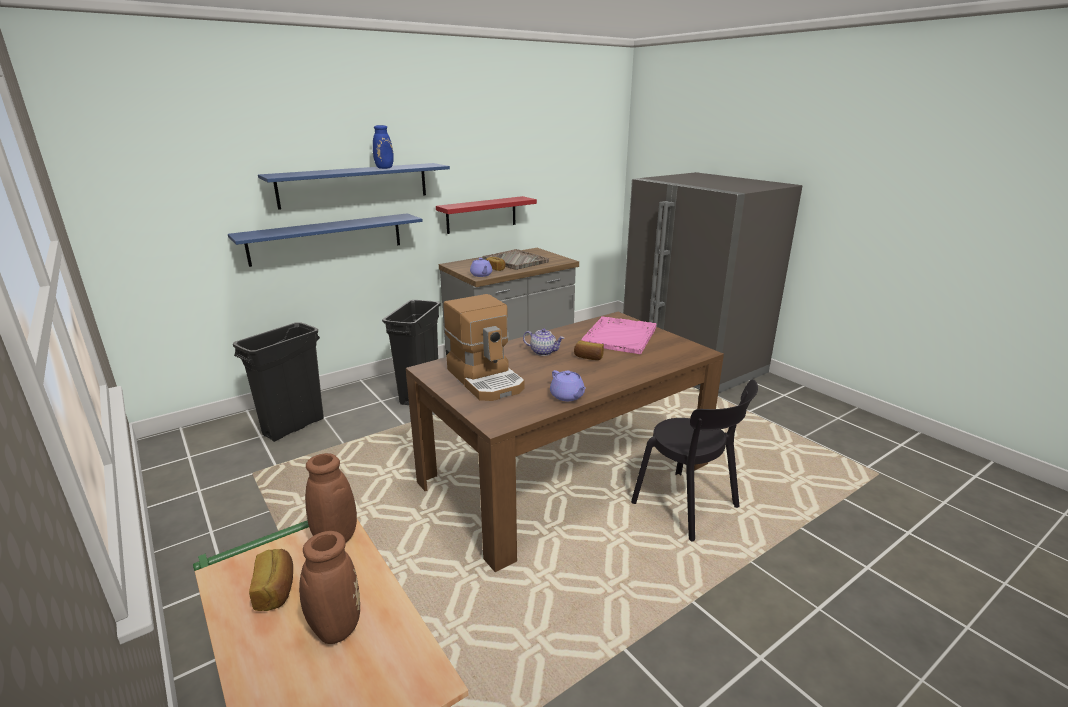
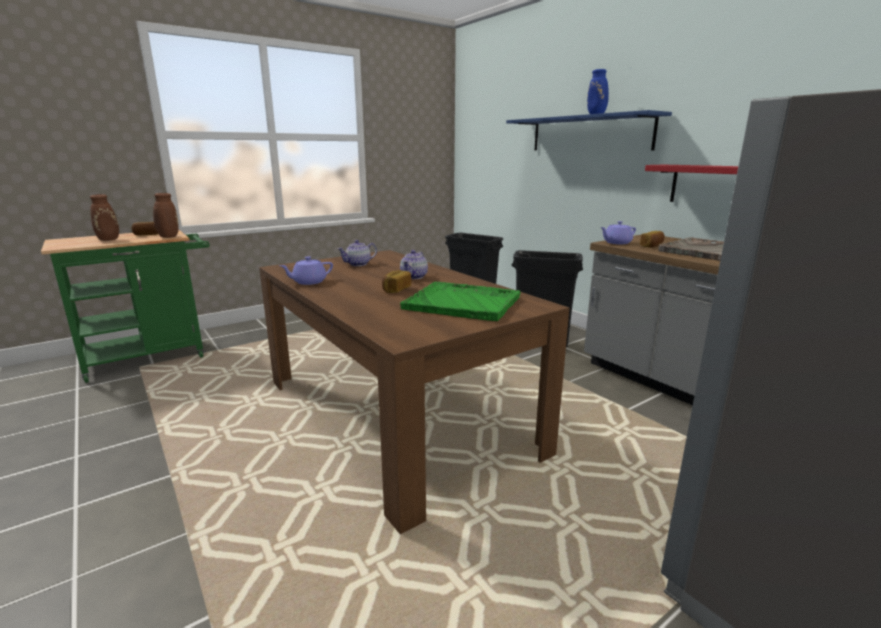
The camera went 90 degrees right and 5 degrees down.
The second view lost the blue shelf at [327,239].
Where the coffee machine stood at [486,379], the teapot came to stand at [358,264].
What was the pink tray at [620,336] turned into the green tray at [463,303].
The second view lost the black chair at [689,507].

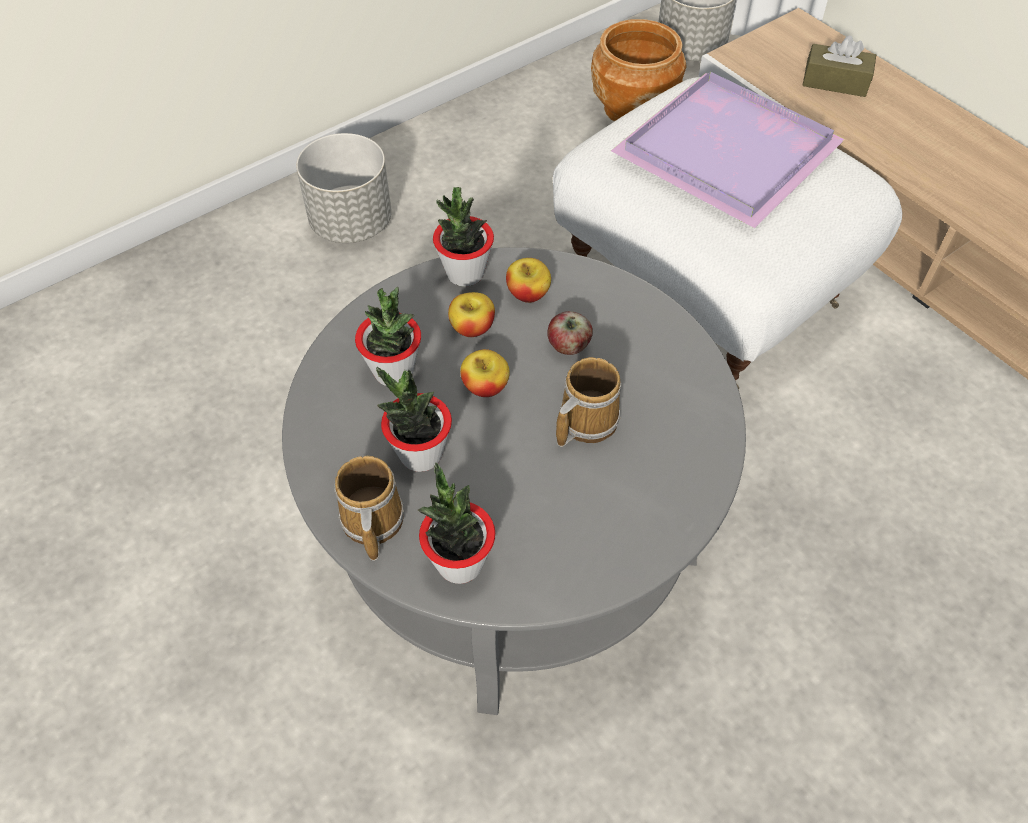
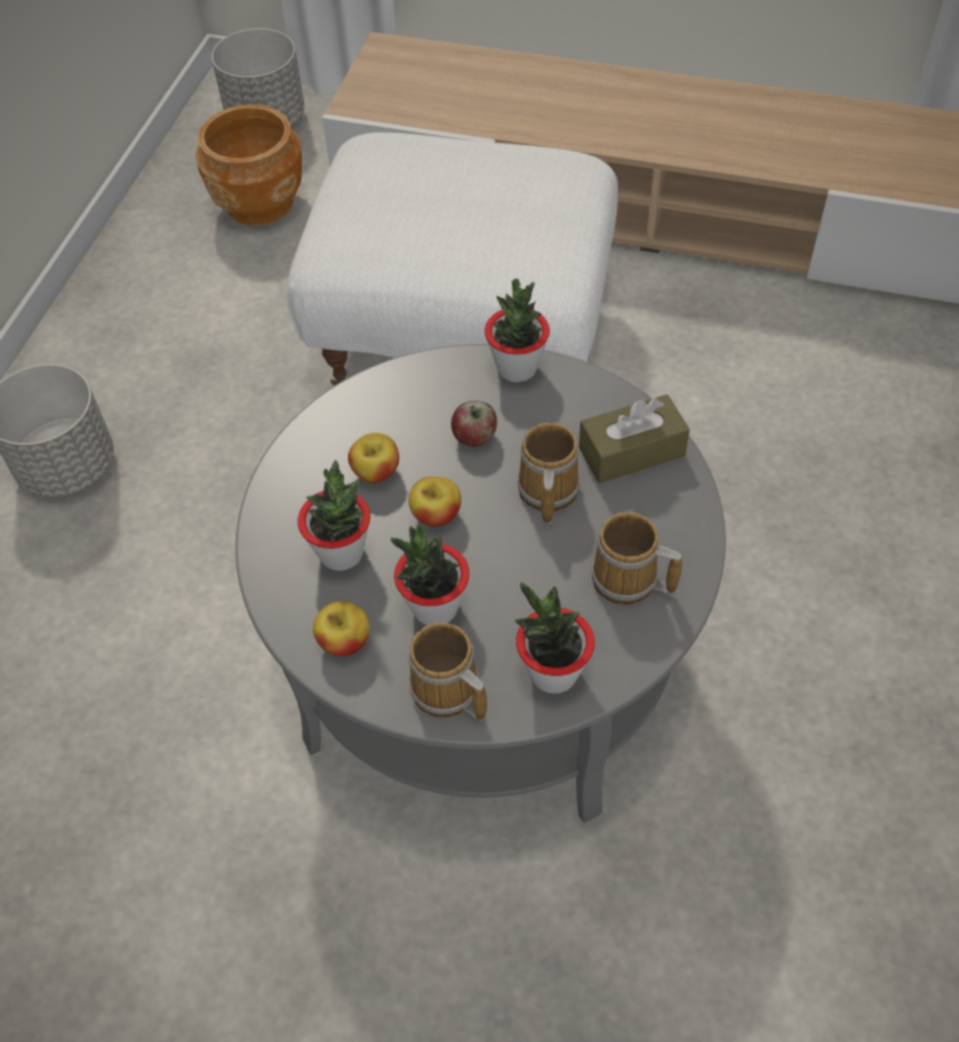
The camera went 35 degrees left and 0 degrees up.
The potted plant ended up elsewhere, having gone from [465,274] to [517,368].
The apple ended up elsewhere, having gone from [528,293] to [344,642].
The second view lost the purple tray at [731,151].
The brown tissue box ended up elsewhere, having gone from [835,82] to [631,451].
The second view gained the mug at [628,581].

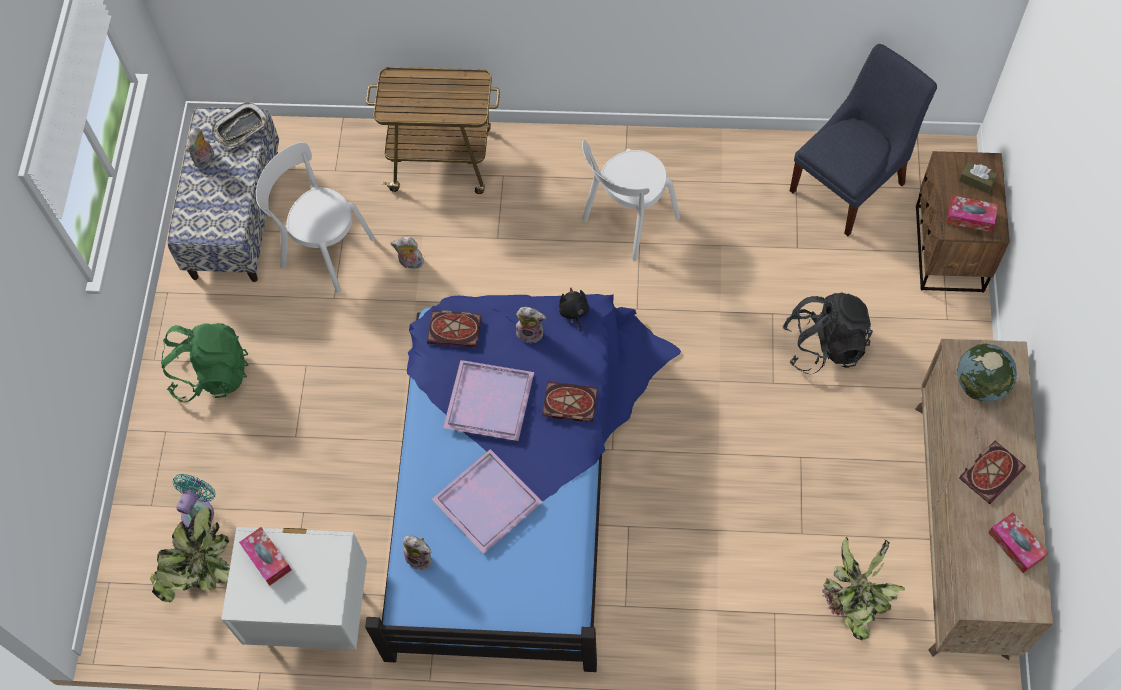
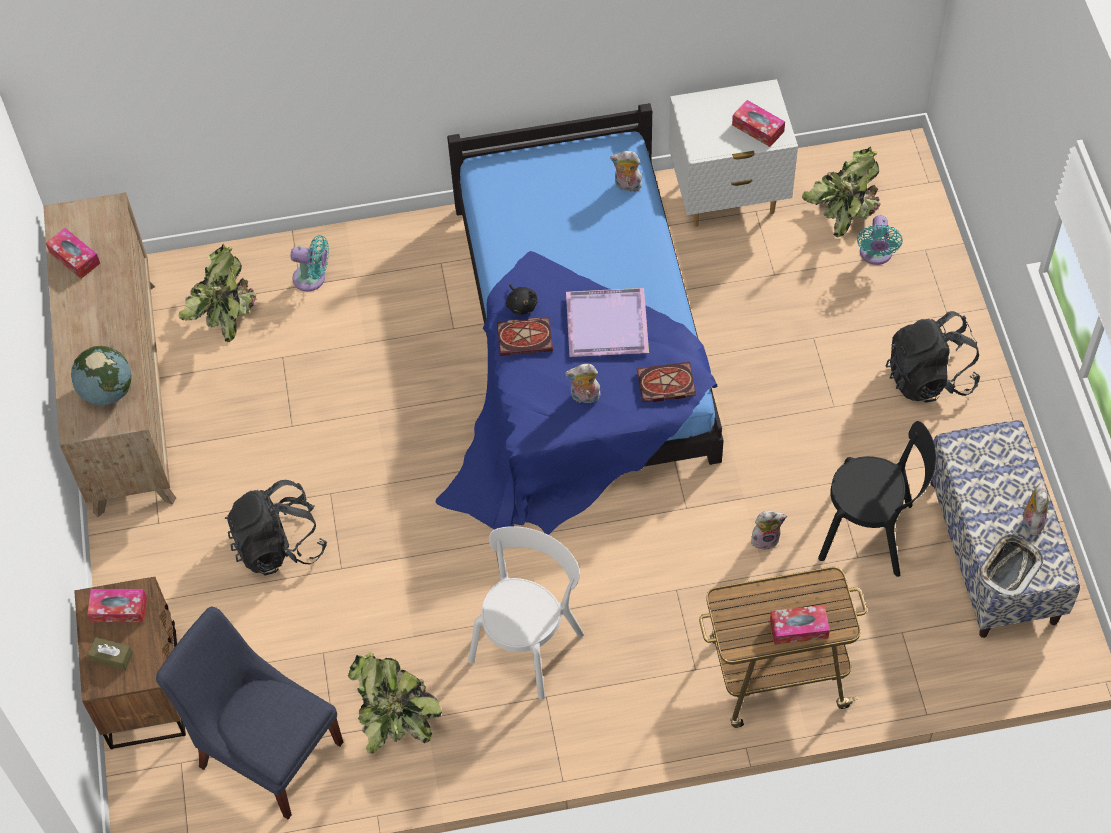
The camera went 165 degrees right and 5 degrees down.
What was the green backpack at [211,374] turned into the black backpack at [929,377].
What was the white chair at [324,250] turned into the black chair at [871,533].
The second view lost the purple tray at [487,499].
The black plush toy ended up elsewhere, having gone from [574,312] to [521,305].
The blue chair at [851,184] ended up facing another way, 90 degrees clockwise from before.
The second view lost the book at [991,471].
The second view gained the turquoise fan at [312,278].
The second view gained the potted plant at [394,716].
The second view gained the tissue box at [799,628].

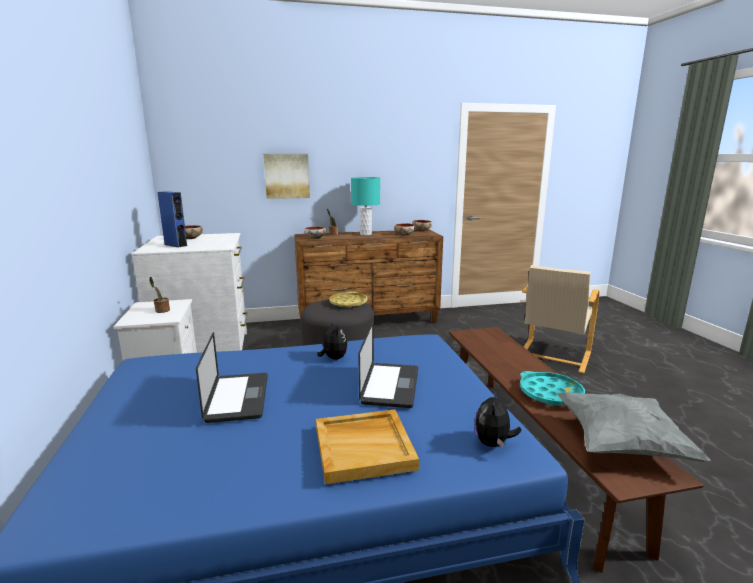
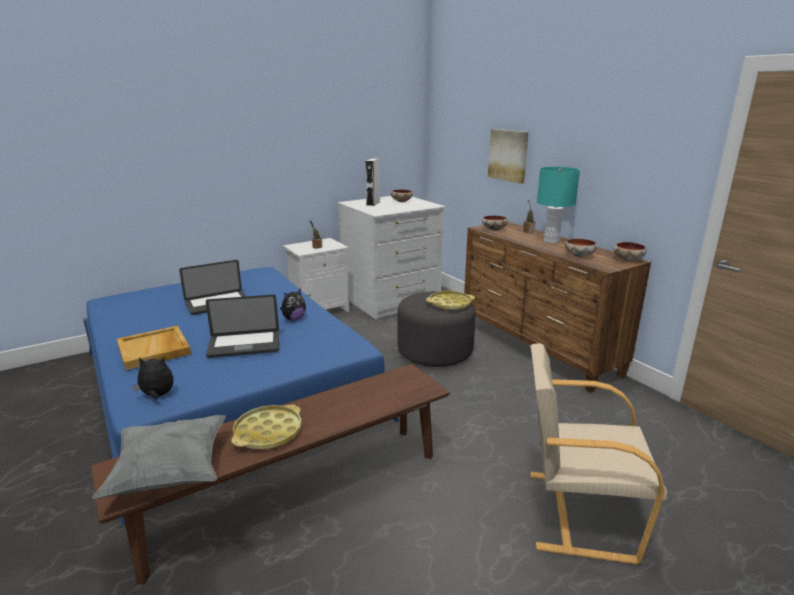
The camera went 70 degrees right and 5 degrees up.
What was the blue speaker at [175,245] turned into the white speaker at [373,203].
What was the turquoise tray at [550,394] turned into the yellow tray at [268,432].

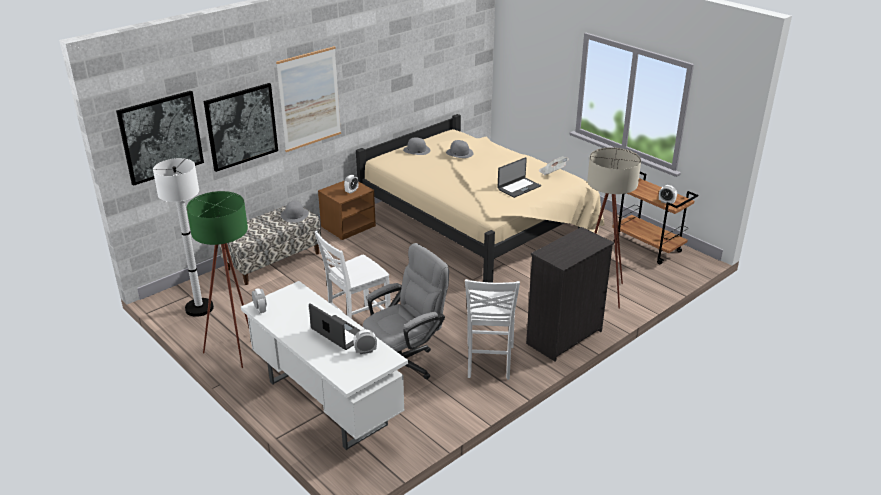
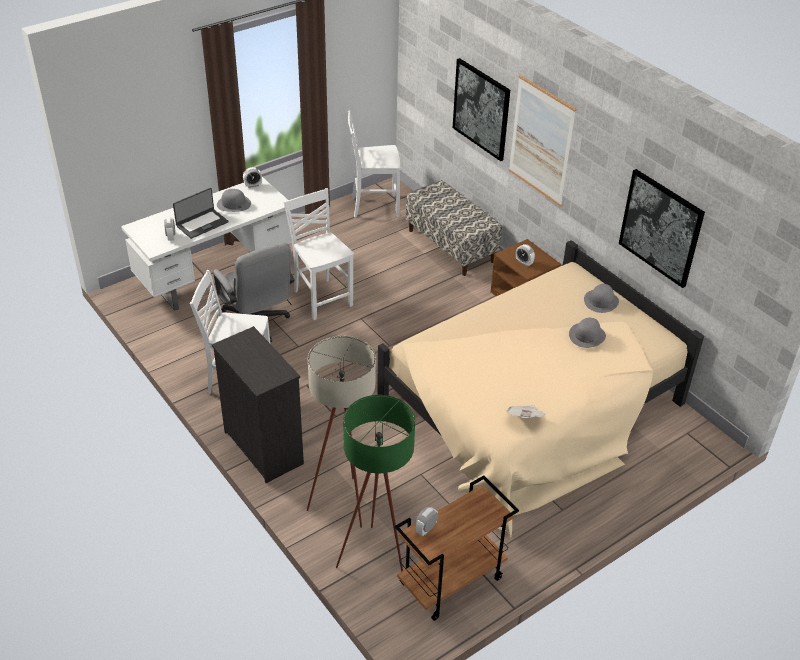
The camera went 95 degrees right and 10 degrees up.
The picture ended up elsewhere, having gone from [161,137] to [661,227].
Where the white floor lamp stood at [199,308], the white chair came to stand at [374,206].
The green floor lamp ended up elsewhere, having gone from [237,348] to [376,560].
The grey hat ended up elsewhere, having gone from [295,215] to [233,204].
The second view lost the laptop at [518,187].

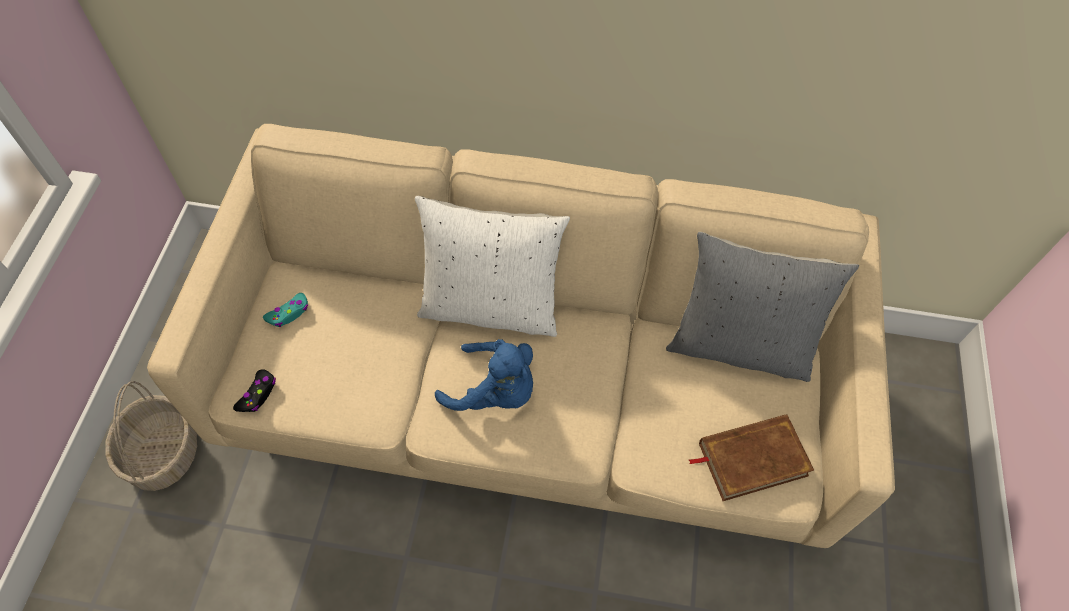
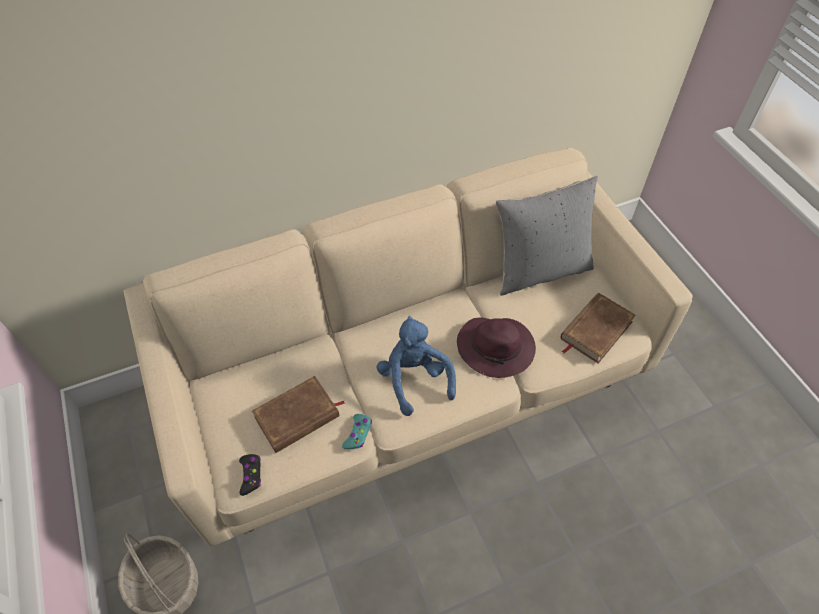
The camera went 30 degrees left and 5 degrees down.
The turquoise game controller ended up elsewhere, having gone from [289,313] to [358,434].
The second view lost the white pillow at [490,306].
The blue plush toy at [494,392] ended up facing another way, 105 degrees counterclockwise from before.
The second view gained the brown book at [297,417].
The second view gained the purple hat at [496,348].

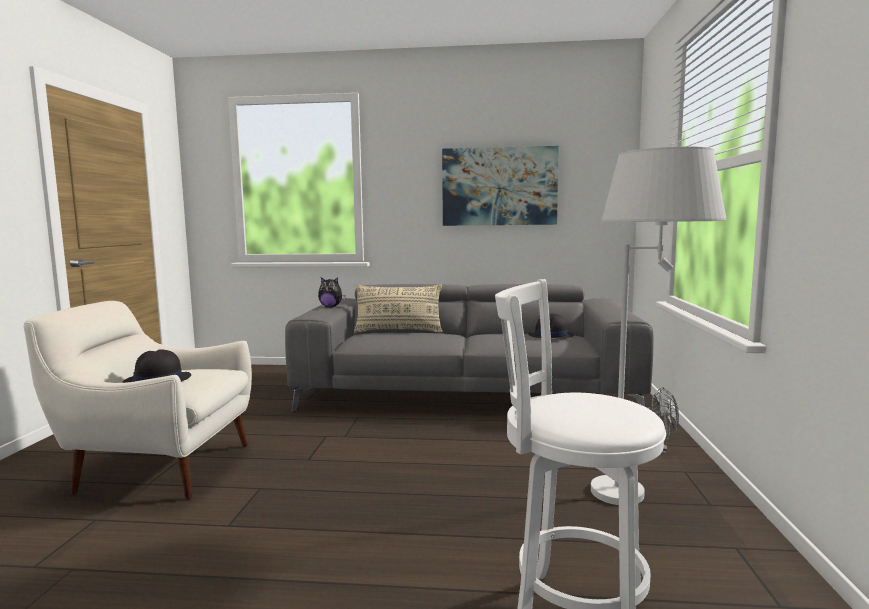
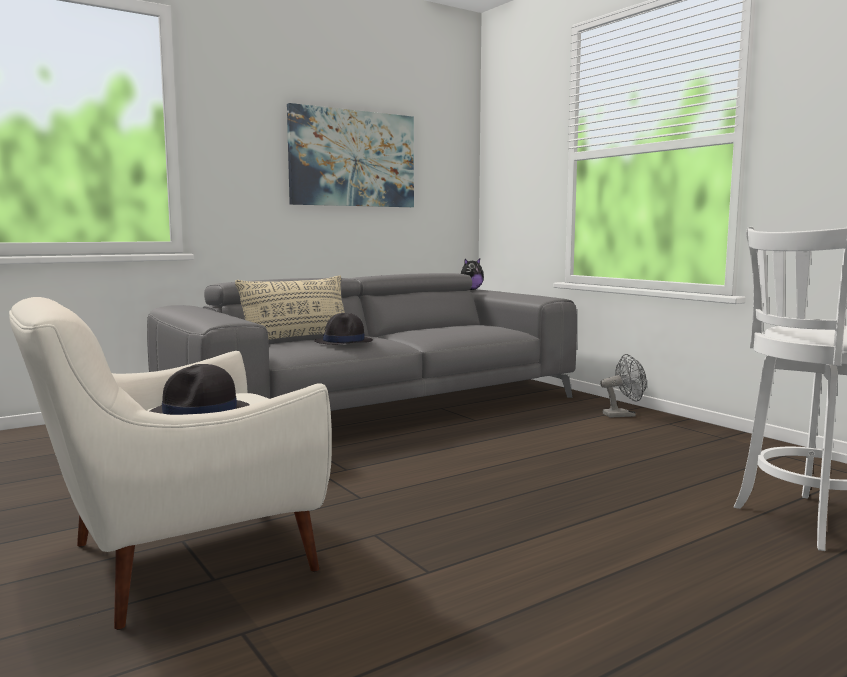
The camera went 40 degrees left and 0 degrees up.
The plush toy ended up elsewhere, having gone from [331,307] to [470,289].
The black hat ended up elsewhere, having gone from [550,336] to [344,342].
The second view lost the white floor lamp at [647,495].

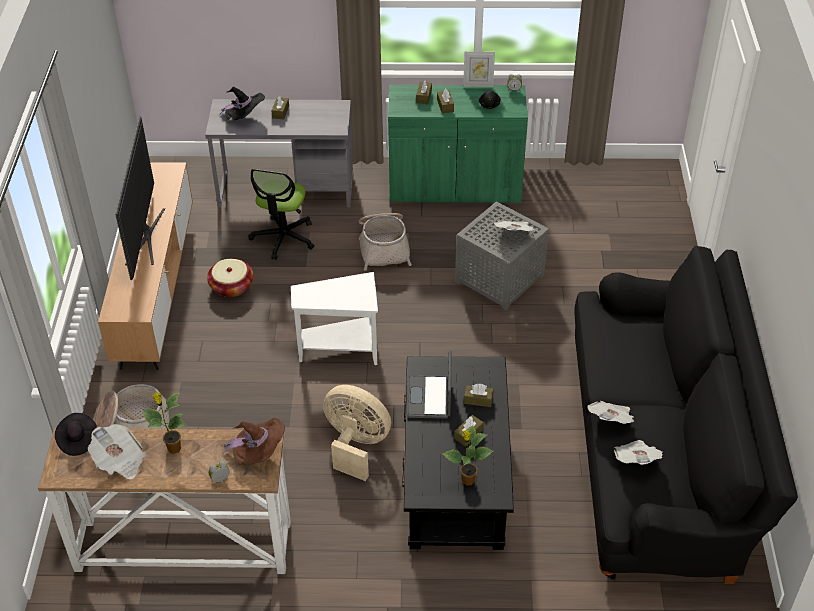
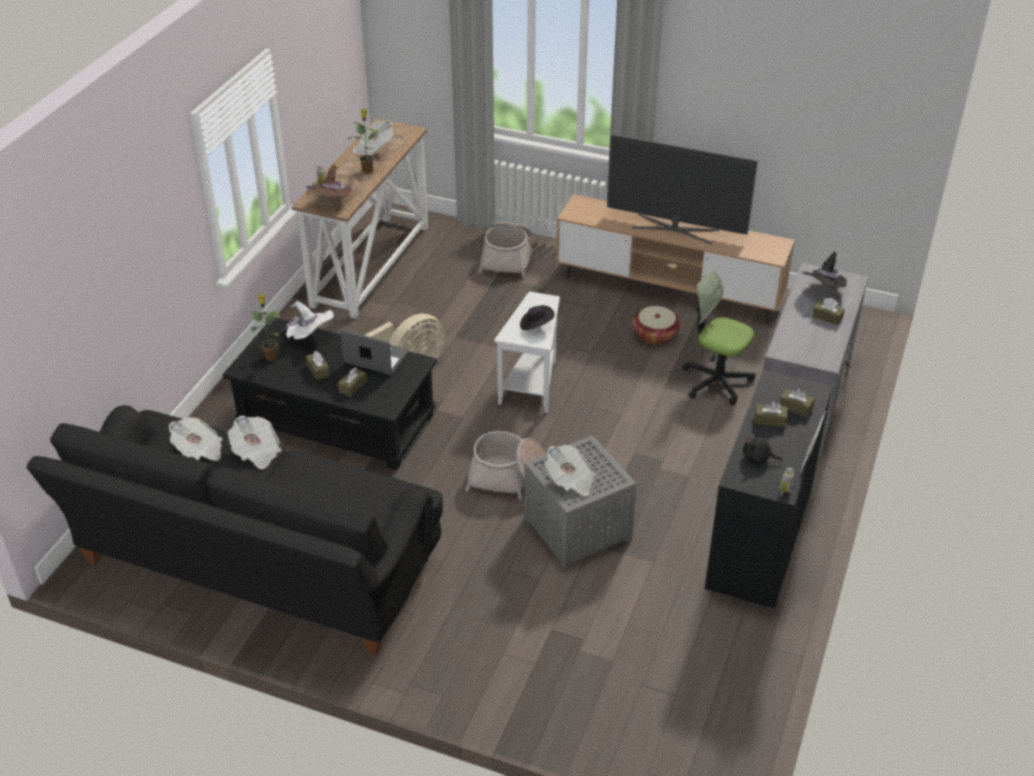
The camera went 110 degrees right and 5 degrees down.
The black hat ended up elsewhere, having gone from [78,440] to [536,325].
The basket ended up elsewhere, having gone from [384,246] to [510,478].
What was the green cabinet at [455,187] turned into the black cabinet at [759,538].
The second view gained the white hat at [310,337].

